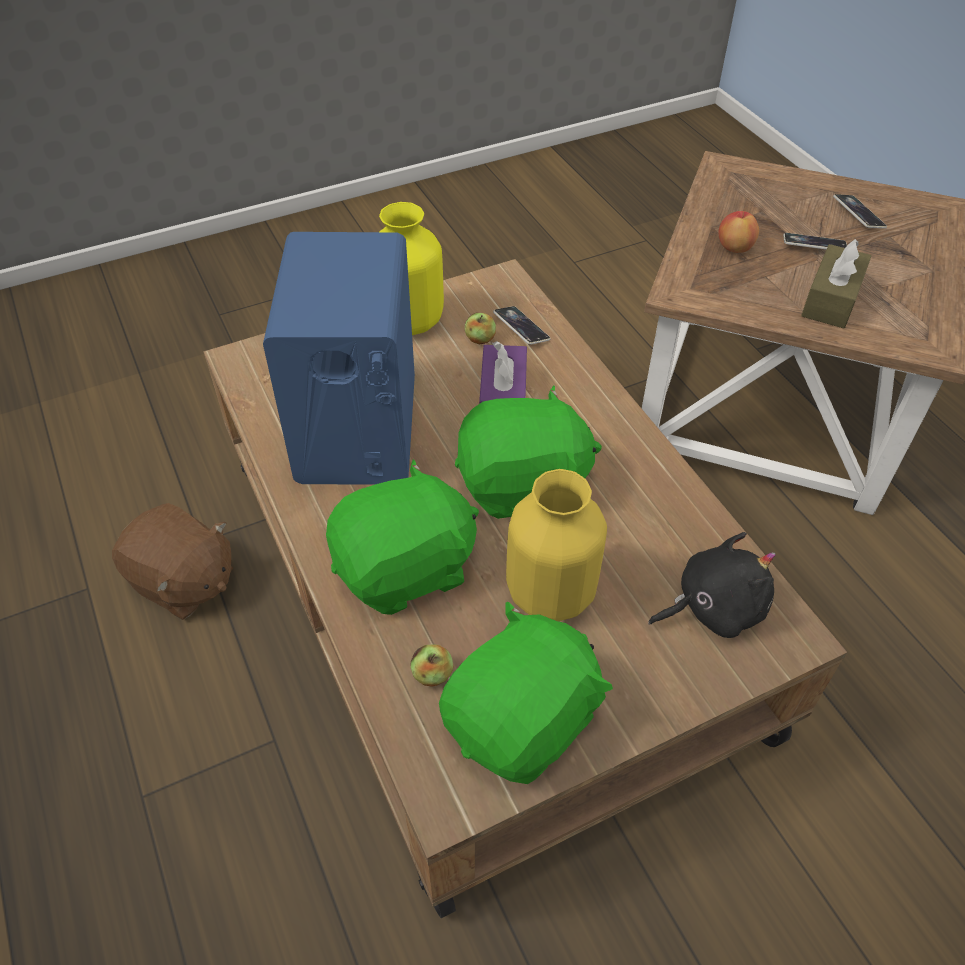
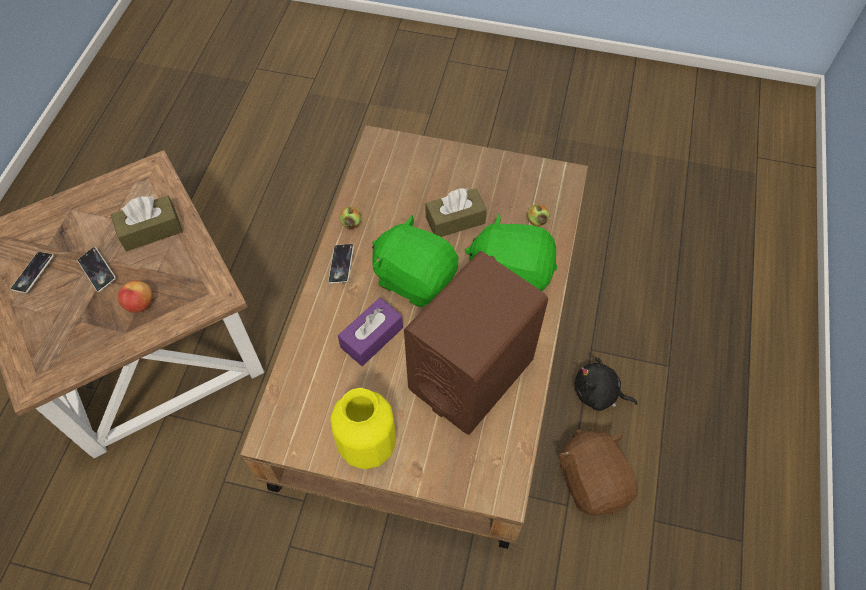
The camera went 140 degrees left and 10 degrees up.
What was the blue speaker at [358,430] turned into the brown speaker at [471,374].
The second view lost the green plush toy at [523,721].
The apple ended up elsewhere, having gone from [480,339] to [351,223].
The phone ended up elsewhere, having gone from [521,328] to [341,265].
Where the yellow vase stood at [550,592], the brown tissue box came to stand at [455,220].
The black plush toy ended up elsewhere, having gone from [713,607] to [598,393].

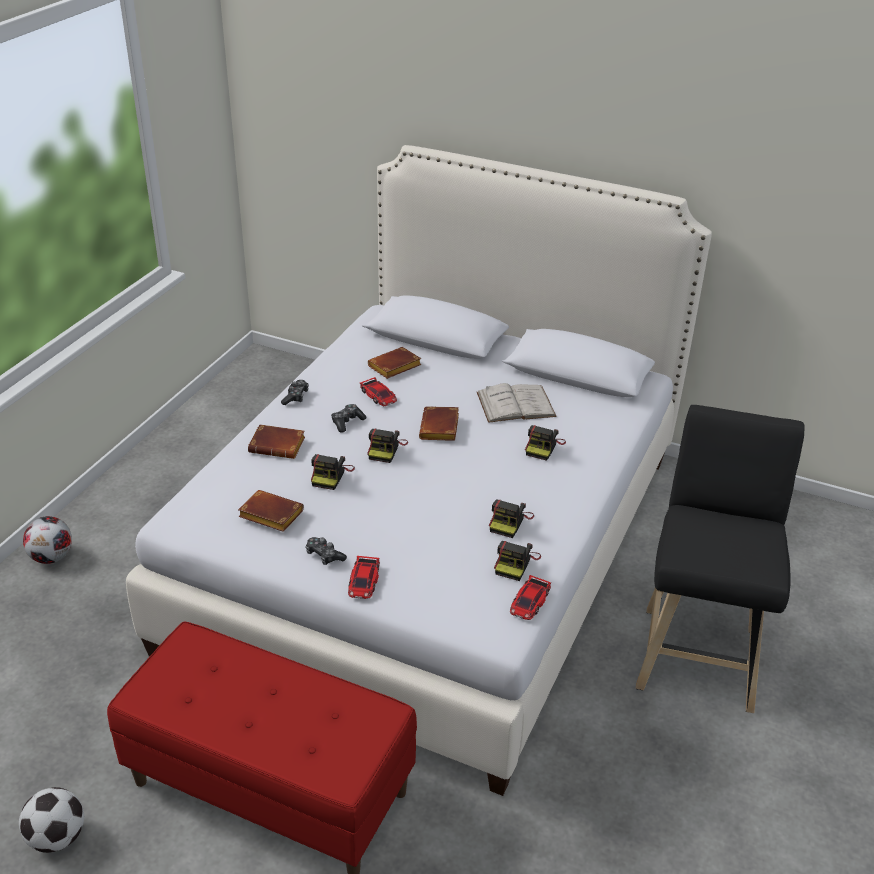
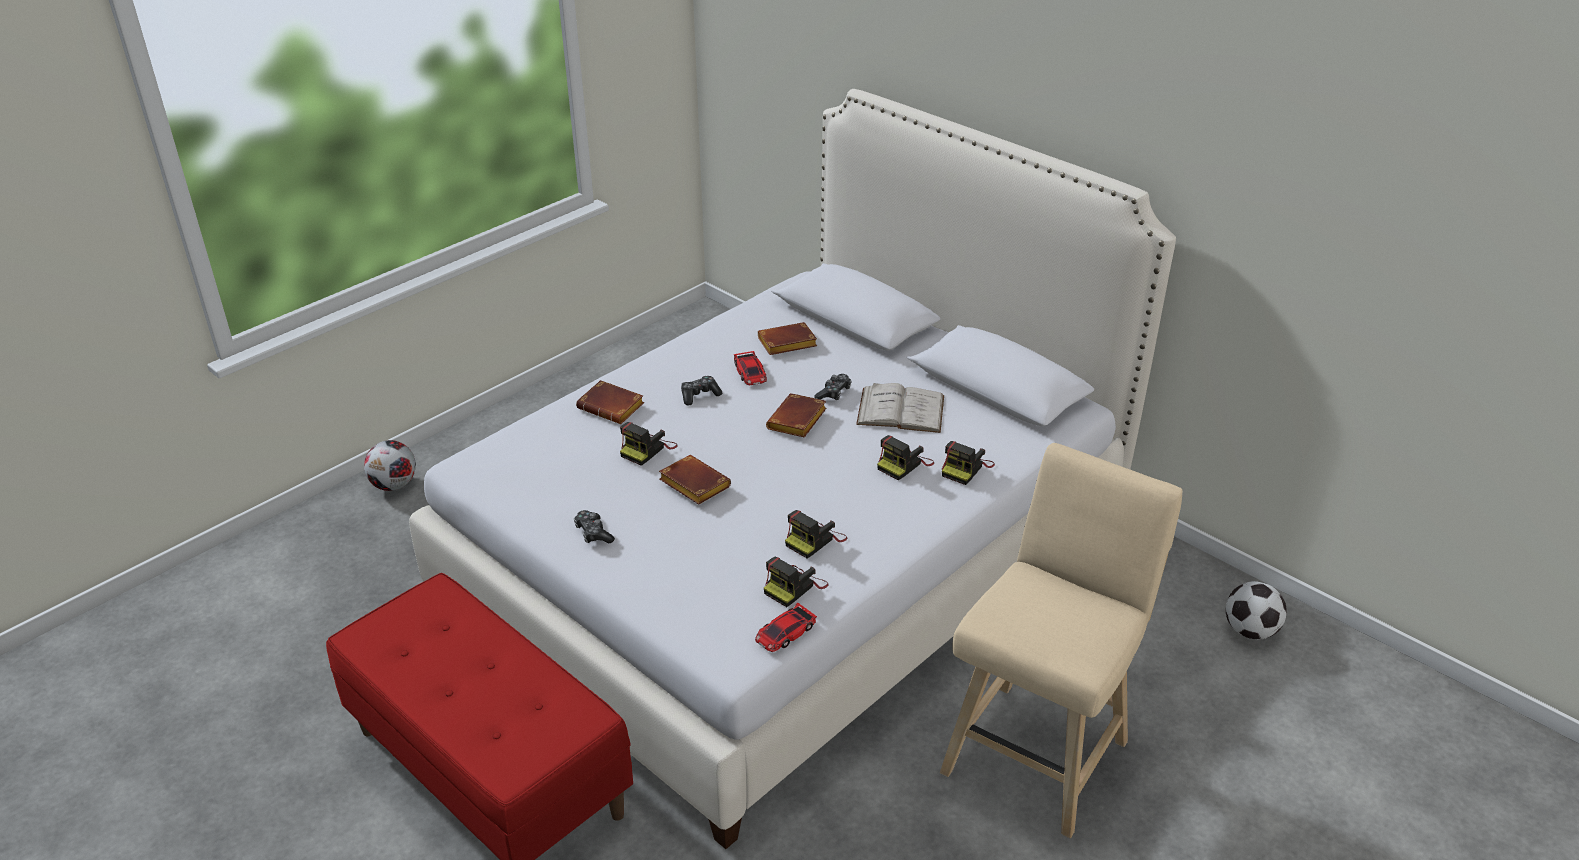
The camera went 20 degrees right and 0 degrees up.
The football ended up elsewhere, having gone from [57,837] to [1249,631].
The brown book ended up elsewhere, having gone from [269,515] to [692,484].
The game controller ended up elsewhere, having gone from [296,397] to [834,393].
The second view lost the toy car at [364,581].
The photo camera ended up elsewhere, having gone from [386,449] to [966,468].
What was the black stool at [698,652] turned into the beige stool at [1040,750].

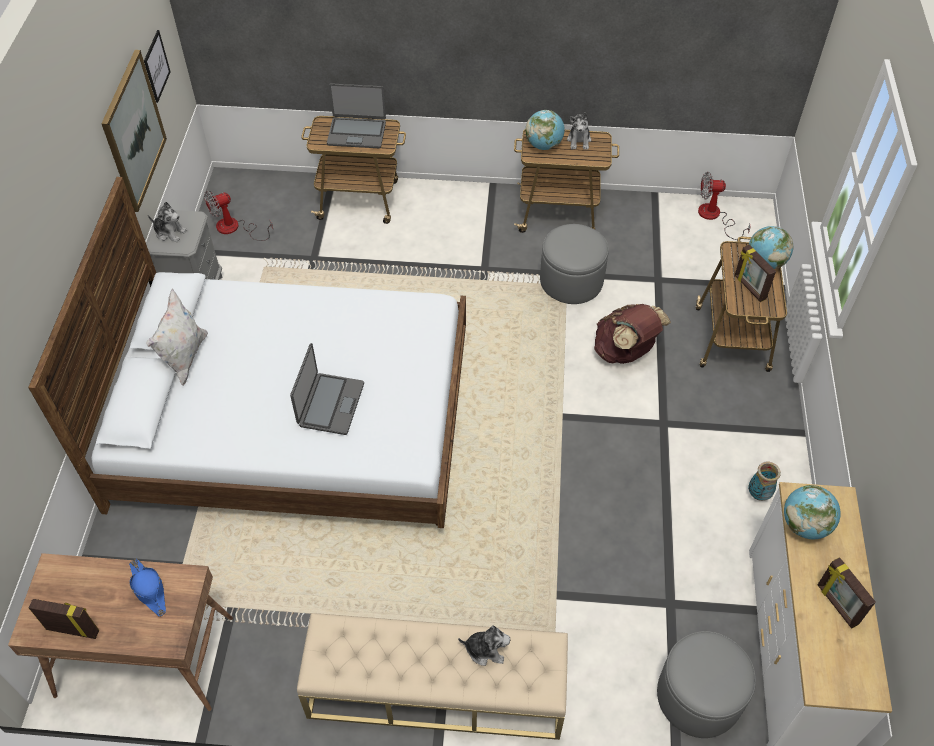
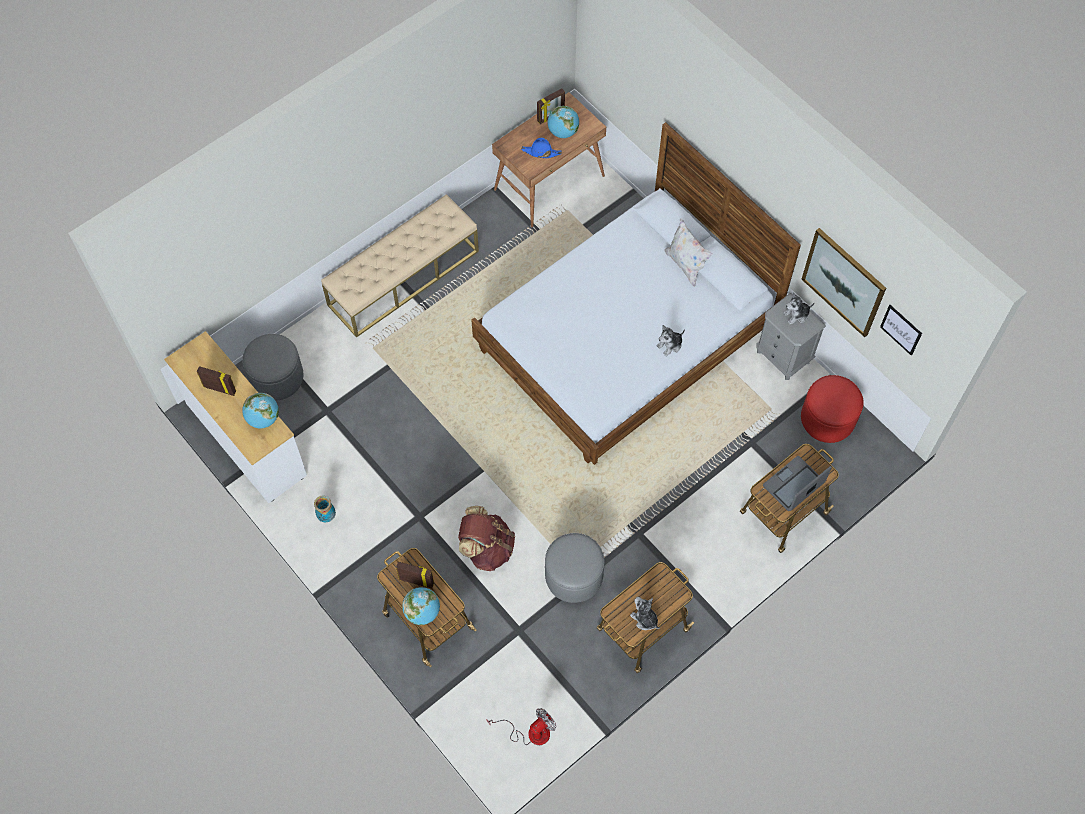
The camera went 135 degrees right and 10 degrees up.
Where the fan stood at [235,228], the red ottoman came to stand at [827,418].
The second view lost the laptop at [330,404].
The plush toy ended up elsewhere, having gone from [486,649] to [670,345].
The globe ended up elsewhere, having gone from [544,145] to [563,132].

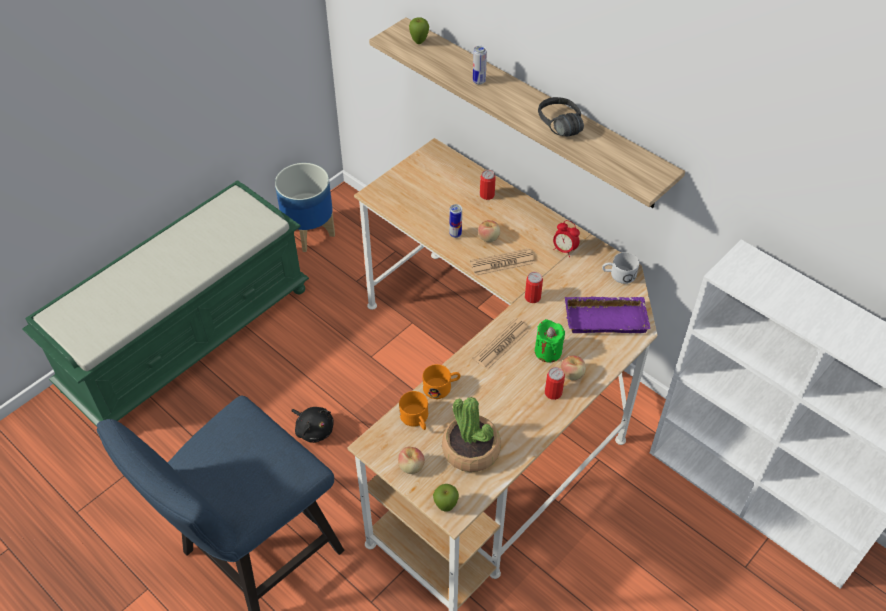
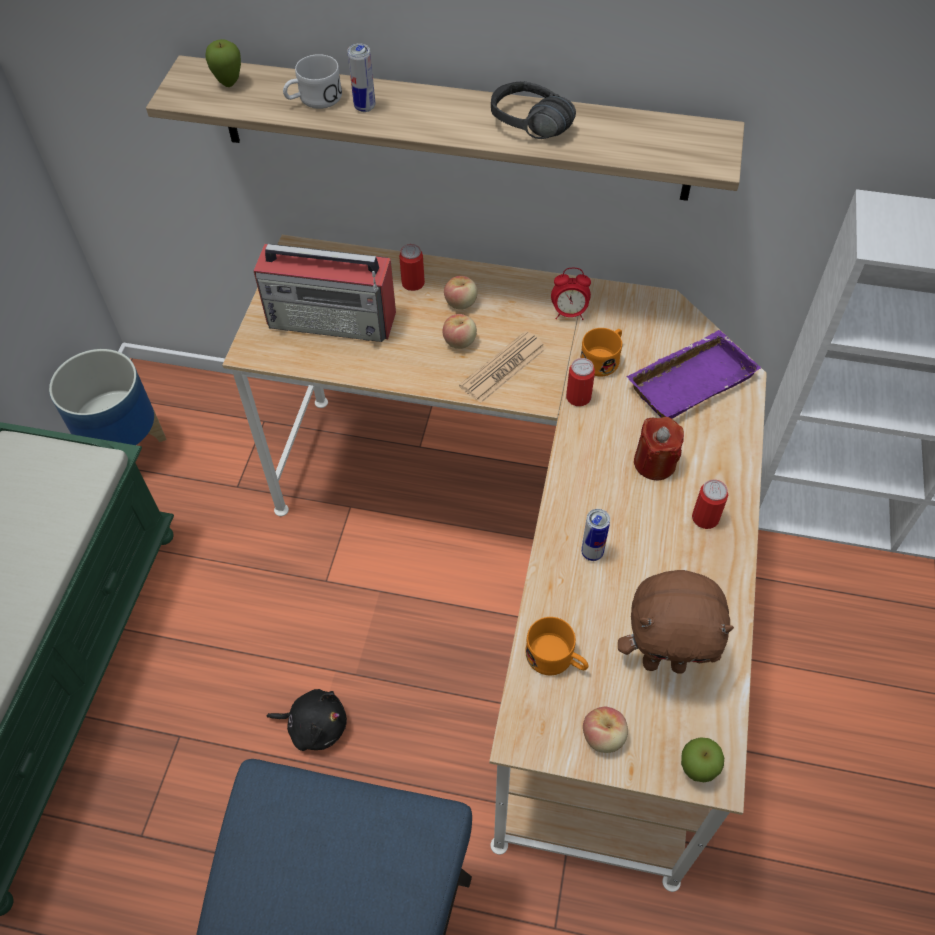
The camera went 30 degrees left and 5 degrees up.
The orange mug ended up elsewhere, having gone from [441,387] to [603,359].
Where the potted plant stood at [471,450], the brown plush toy came to stand at [664,662].
The can ended up elsewhere, having gone from [455,234] to [592,553].
The second view lost the newspaper at [501,344].
What was the green candle at [548,351] turned into the red candle at [654,463].
The apple ended up elsewhere, having gone from [572,374] to [461,303].
The white mug ended up elsewhere, having gone from [618,275] to [313,100].
The second view gained the radio at [333,319].

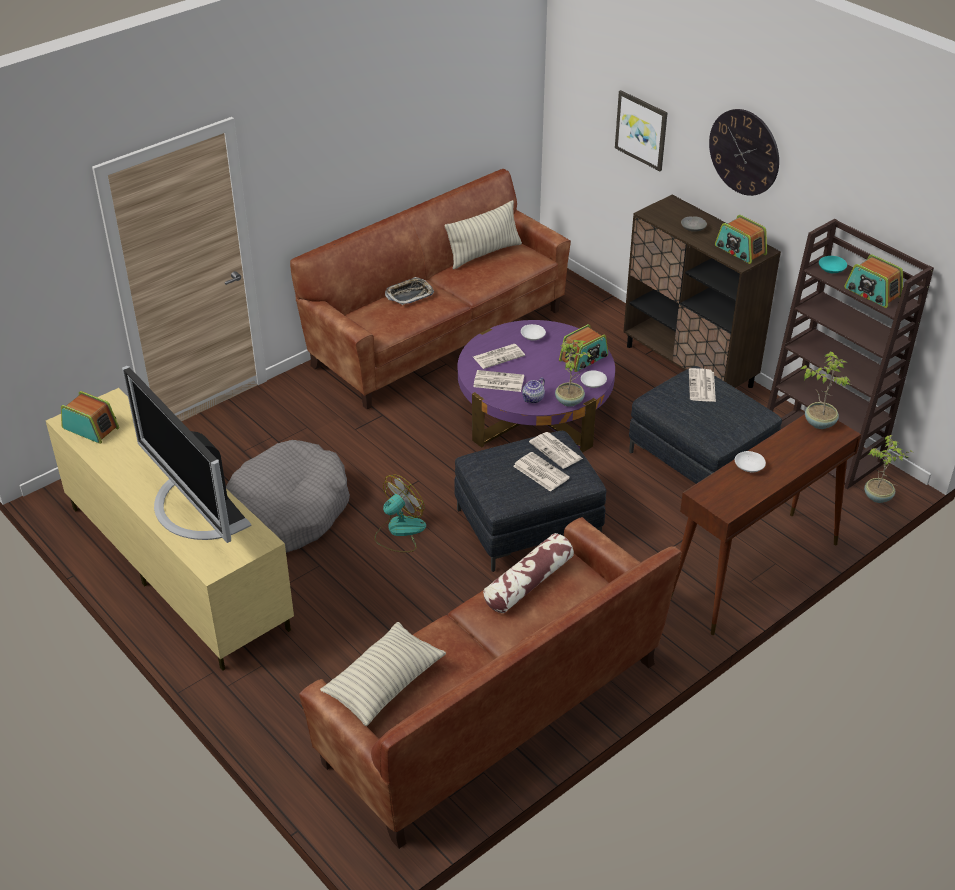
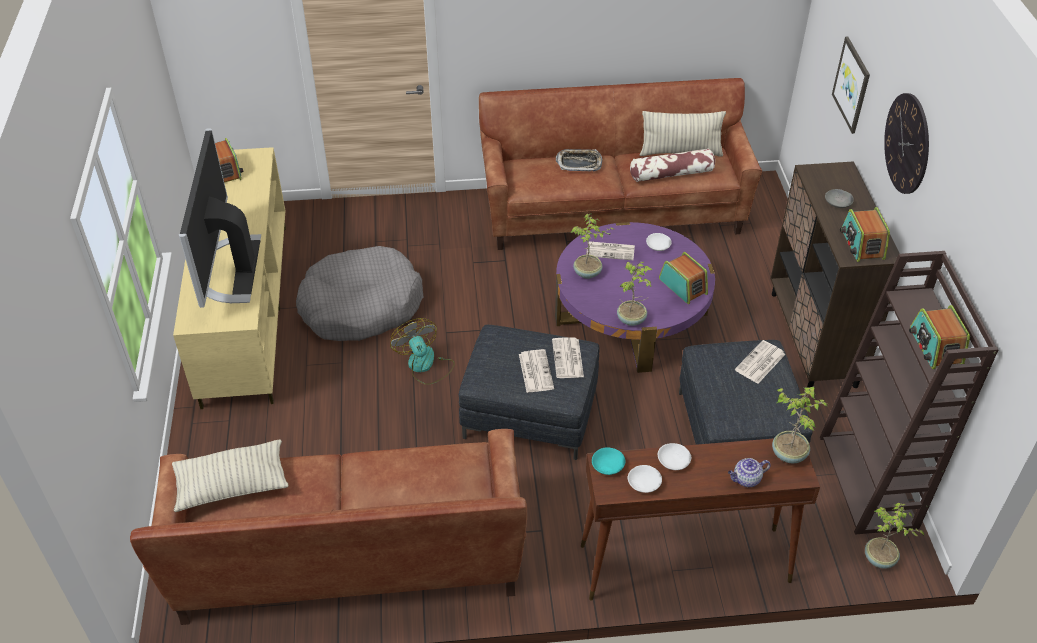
The camera went 35 degrees right and 5 degrees up.
The fan at [399,531] ended up facing another way, 105 degrees counterclockwise from before.
Where the newspaper stood at [498,382], the potted plant came to stand at [587,273].
The pillow ended up elsewhere, having gone from [528,583] to [671,174].
The teapot ended up elsewhere, having gone from [533,399] to [746,480].
The radio at [584,358] ended up facing another way, 120 degrees counterclockwise from before.
The white bowl ended up elsewhere, having gone from [593,383] to [643,483].
The turquoise bowl ended up elsewhere, having gone from [831,269] to [607,466].

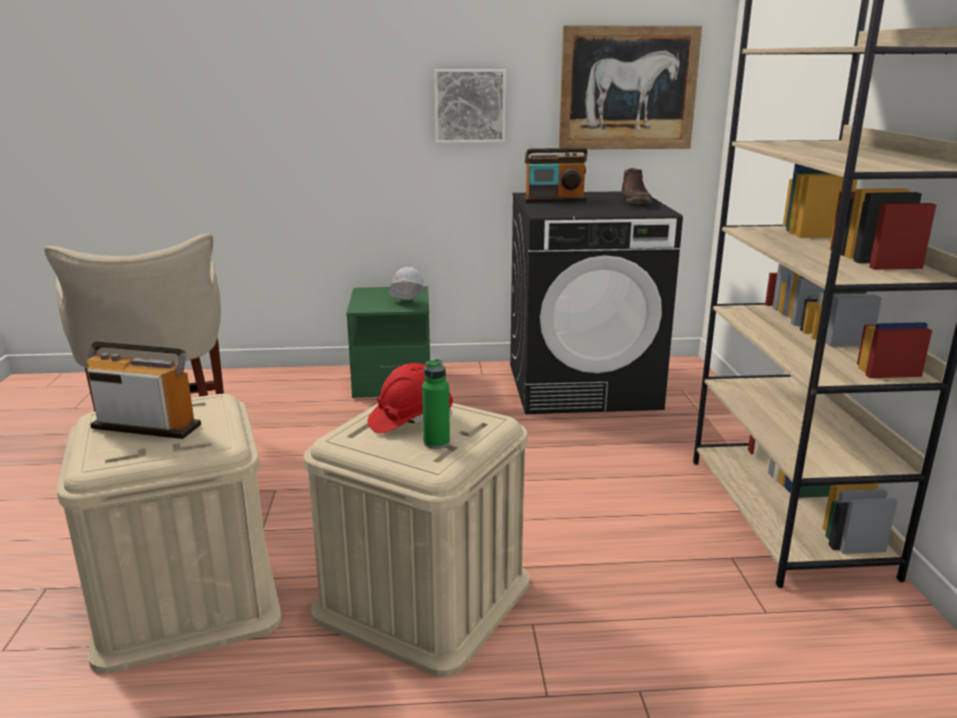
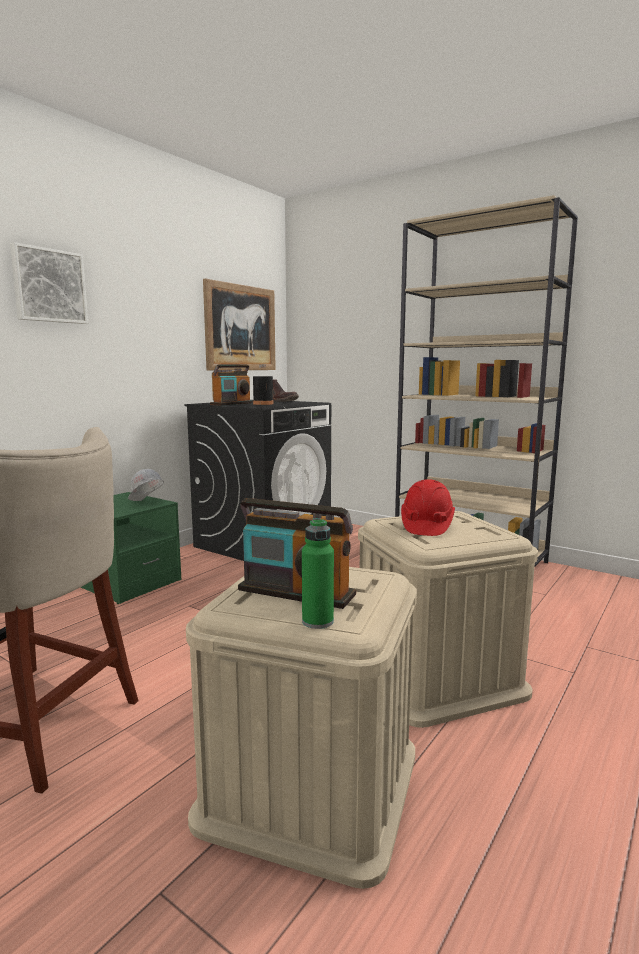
The camera went 50 degrees left and 10 degrees down.
The radio at [146,426] ended up facing another way, 120 degrees counterclockwise from before.
The green bottle ended up elsewhere, having gone from [436,443] to [317,621].
The picture ended up elsewhere, having gone from [469,106] to [49,286].
The second view gained the black bottle at [263,404].

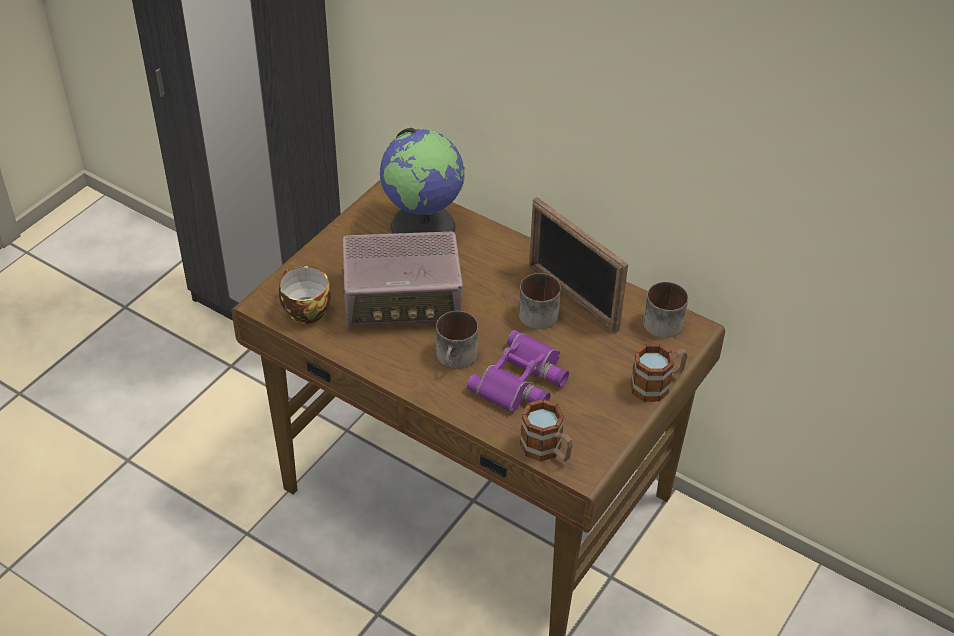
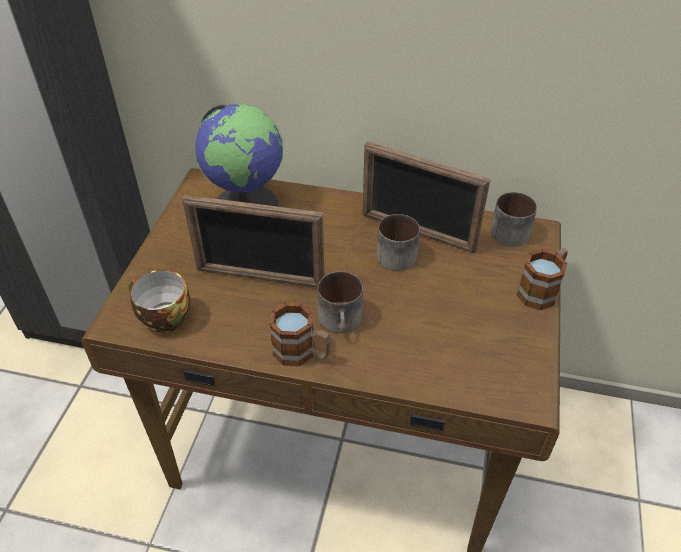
The camera went 20 degrees left and 0 degrees up.
Where the radio stood at [403,299], the picture frame came to stand at [260,278].
The second view lost the purple binoculars at [522,381].
The mug ended up elsewhere, having gone from [547,450] to [302,353].

